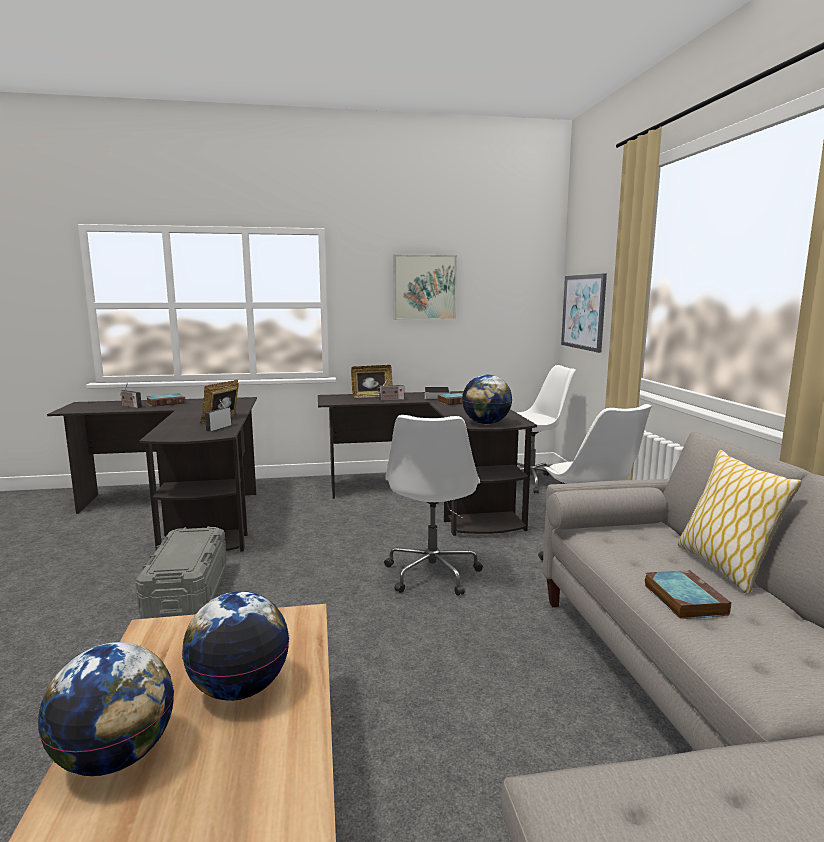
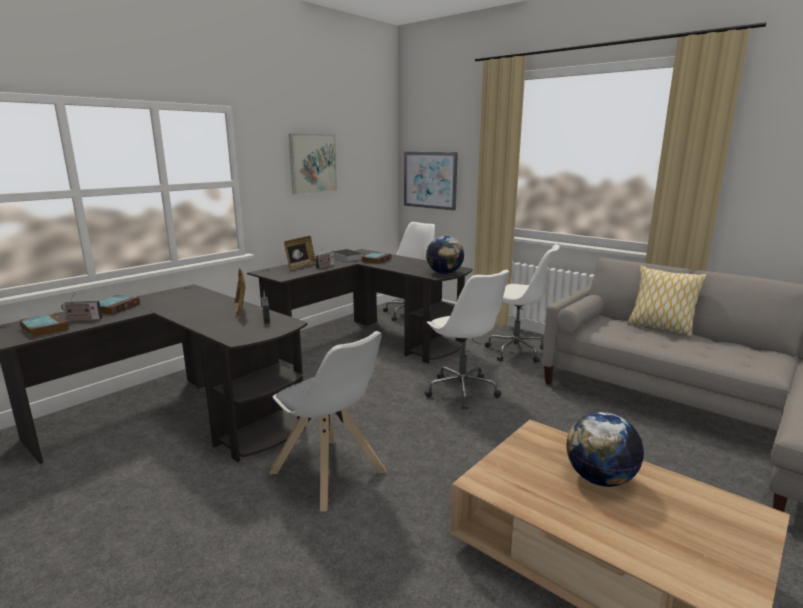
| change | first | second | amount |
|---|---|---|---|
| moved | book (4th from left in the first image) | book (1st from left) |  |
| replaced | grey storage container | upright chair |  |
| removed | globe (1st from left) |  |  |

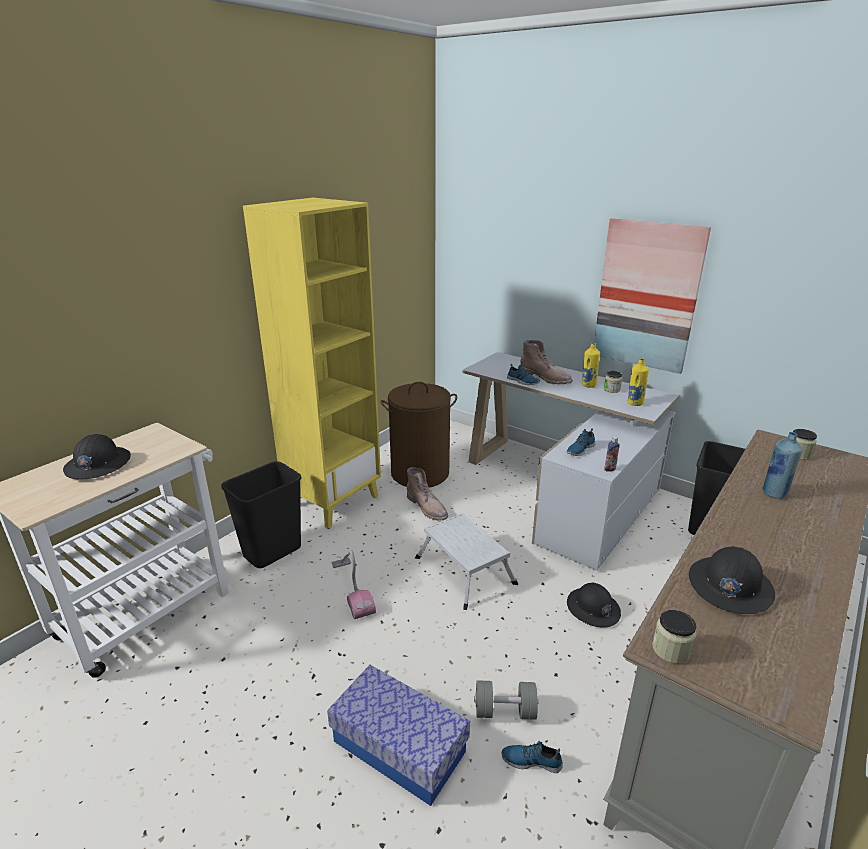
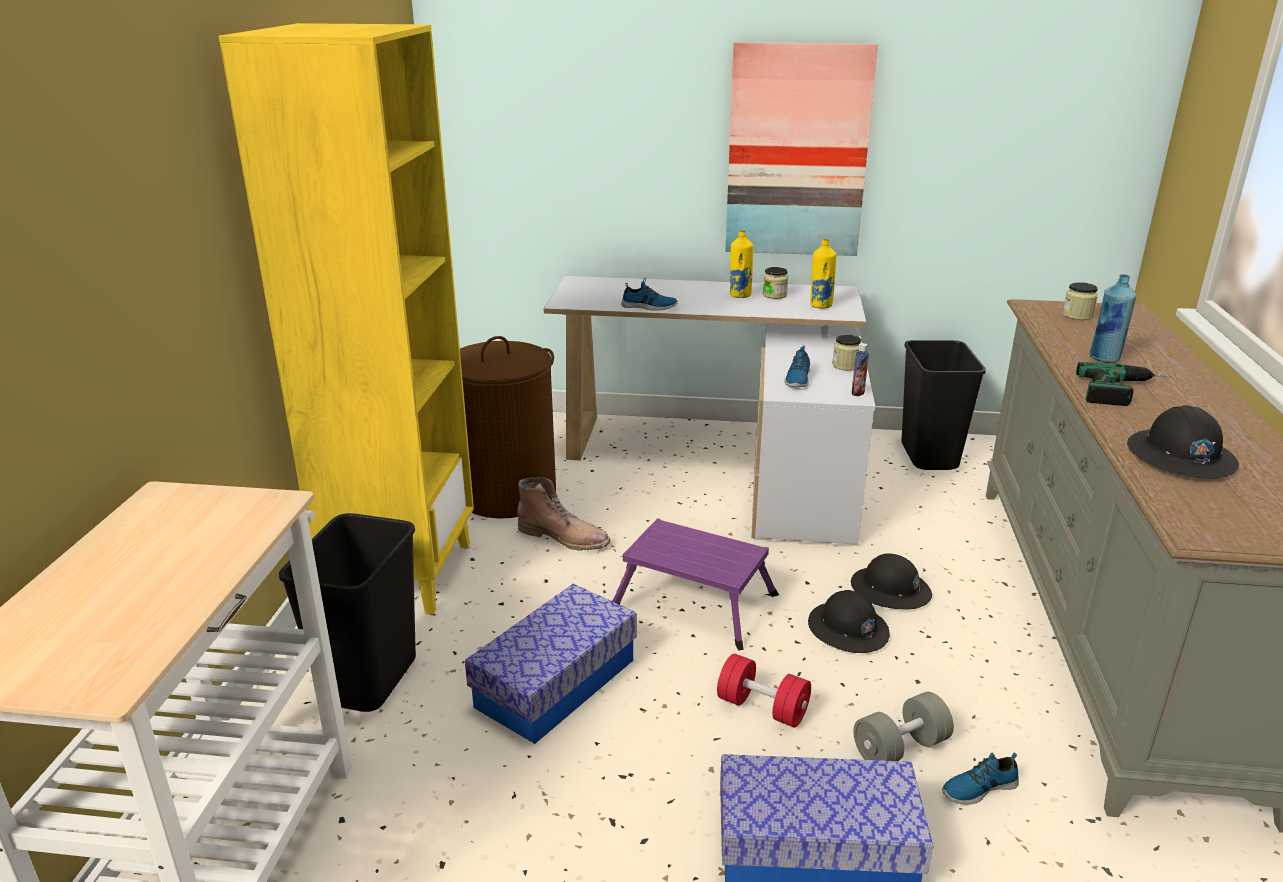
| change | first | second | amount |
|---|---|---|---|
| replaced | hoover | storage container (1st from left) |  |
| recoloured | white stepladder | purple-coloured stepladder |  |
| added |  | red dumbbell |  |
| moved | black safety helmet (1st from left) |  |  |
| moved | jar (2nd from left) |  |  |
| added |  | electric drill |  |
| removed | brown-coloured boot (2nd from left) |  |  |

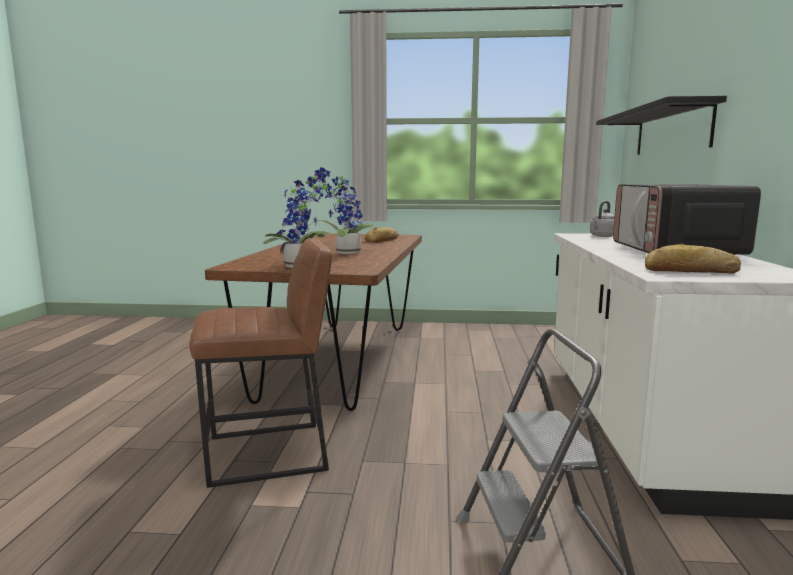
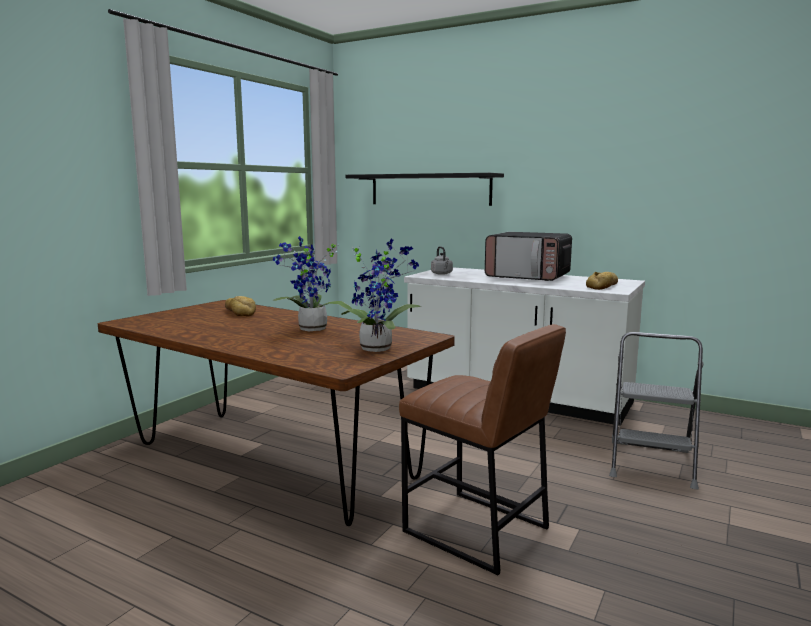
| change | first | second | amount |
|---|---|---|---|
| turned | brown-coloured upright chair |  | 120 degrees clockwise |

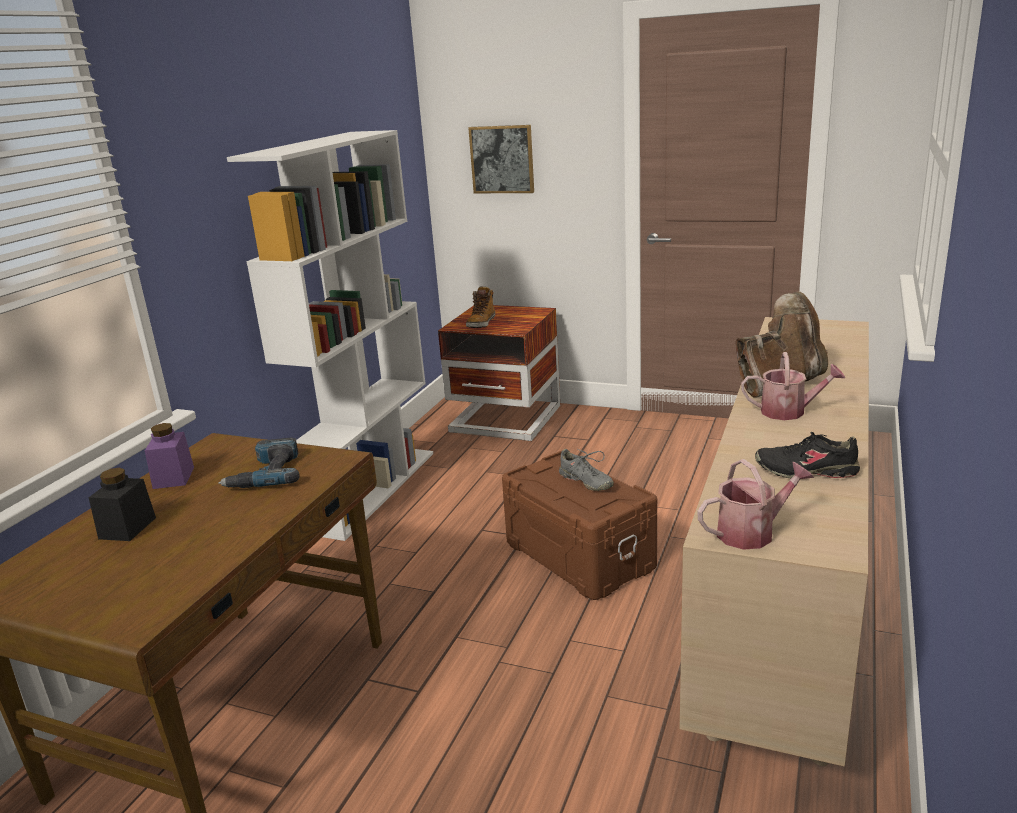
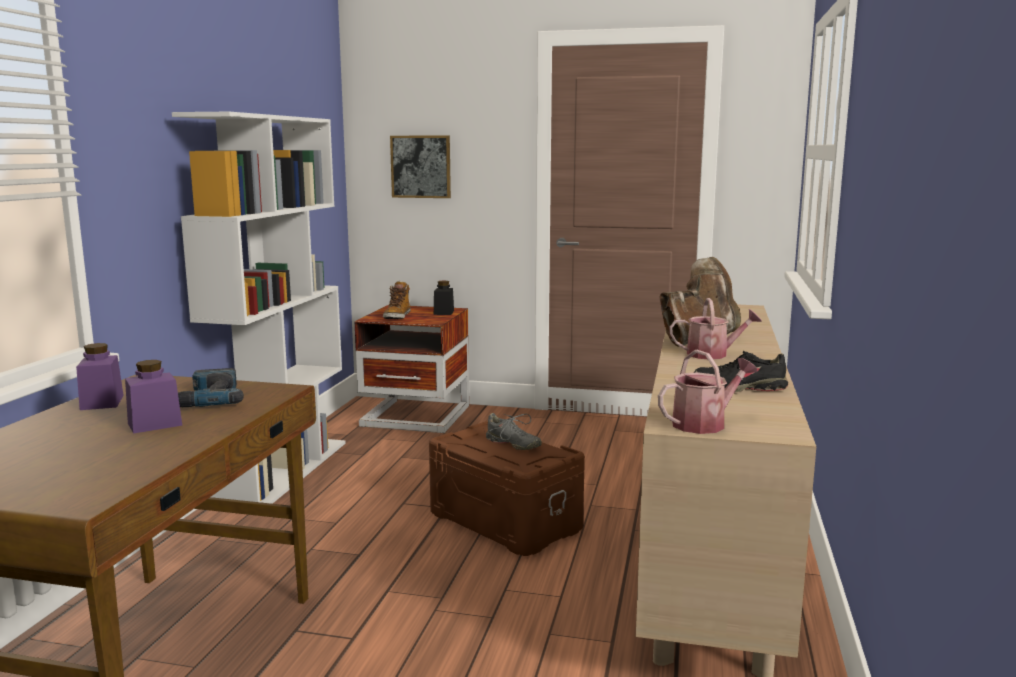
| change | first | second | amount |
|---|---|---|---|
| added |  | purple-coloured jar (2nd from left) |  |
| moved | black jar |  |  |

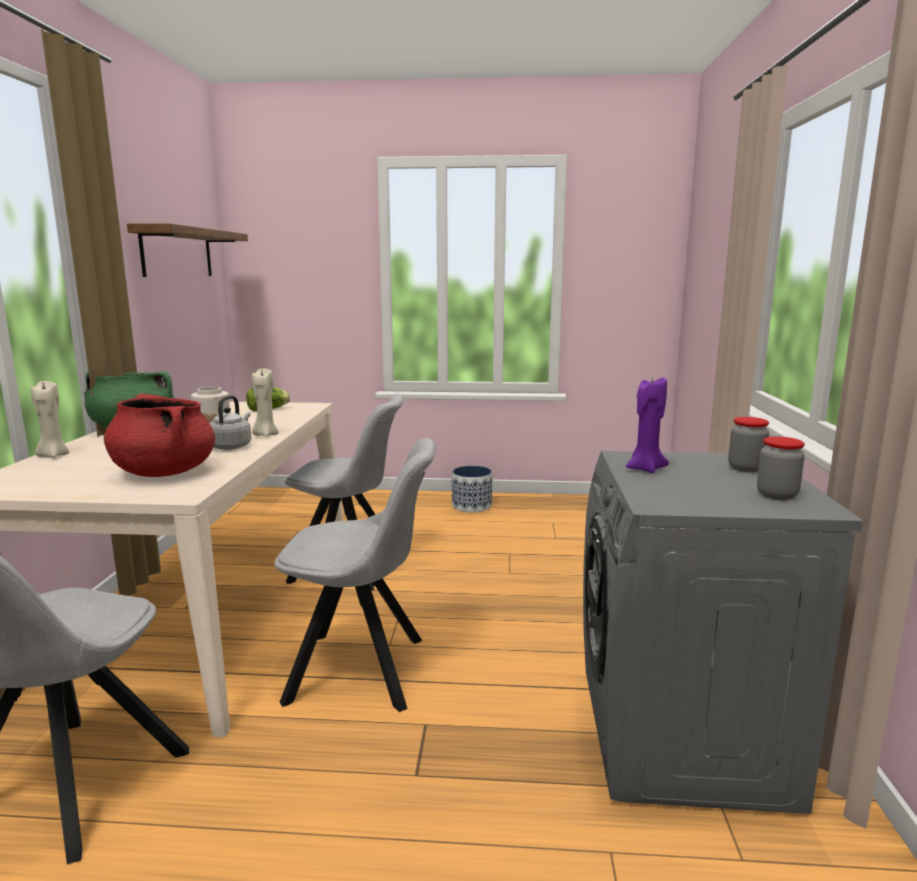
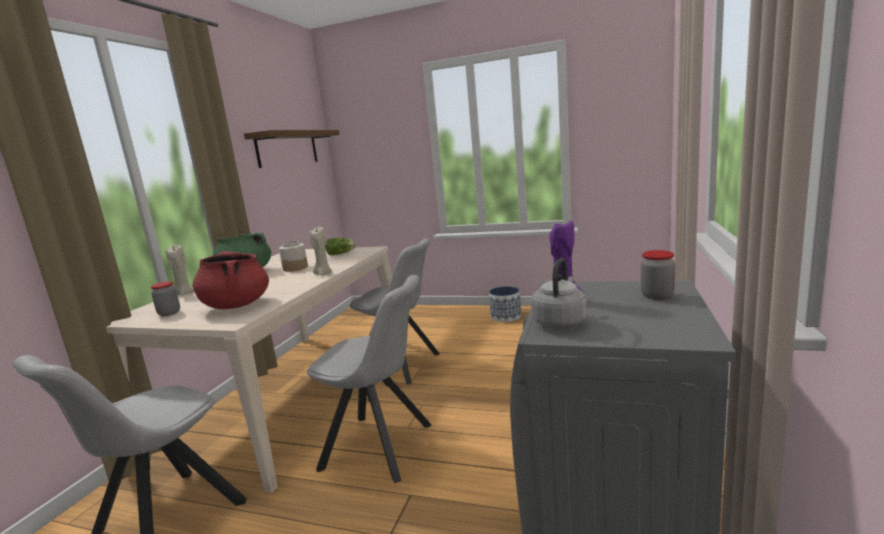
| change | first | second | amount |
|---|---|---|---|
| moved | jar (3rd from left in the first image) | jar (1st from left) |  |
| moved | grey water kettle |  |  |

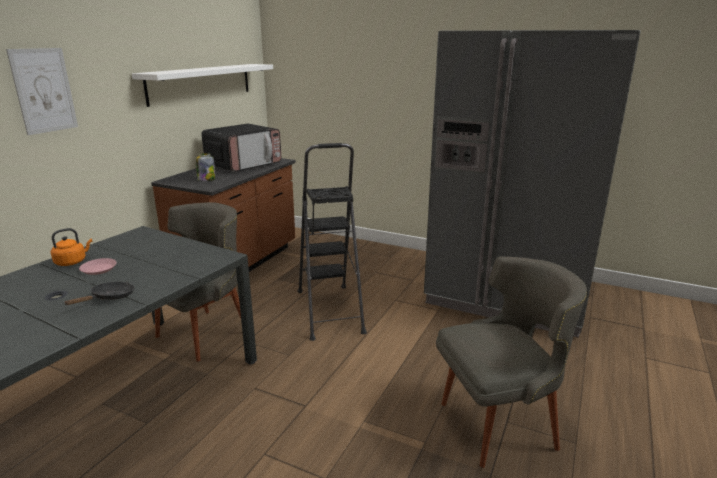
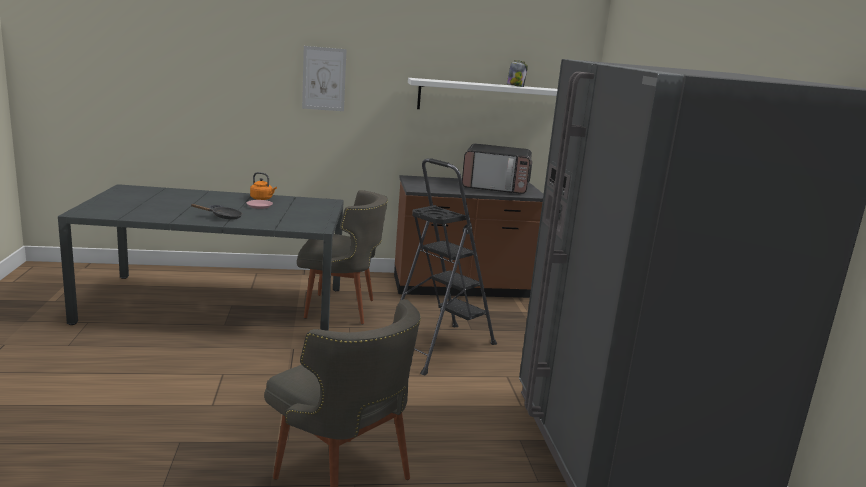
| change | first | second | amount |
|---|---|---|---|
| moved | jar |  |  |

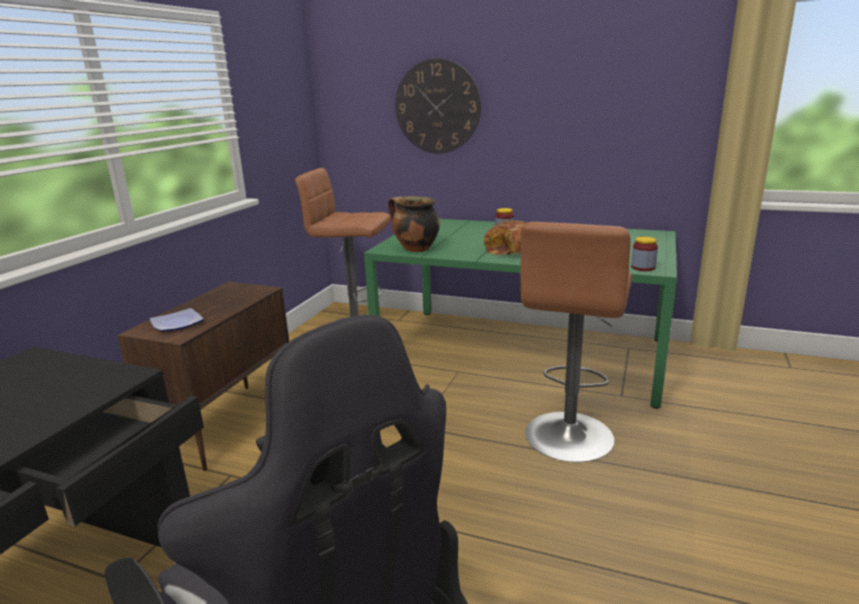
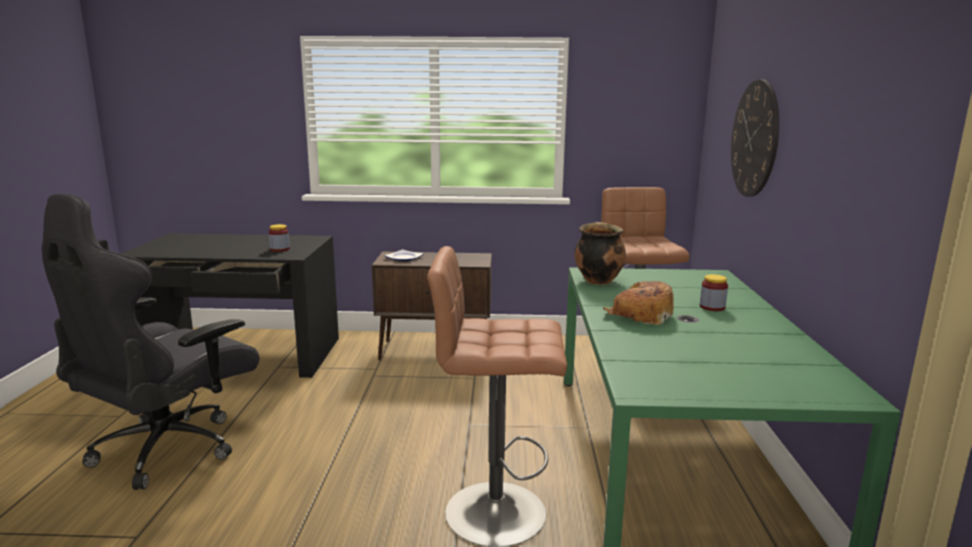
| change | first | second | amount |
|---|---|---|---|
| moved | jar (2nd from left in the first image) | jar (1st from left) |  |

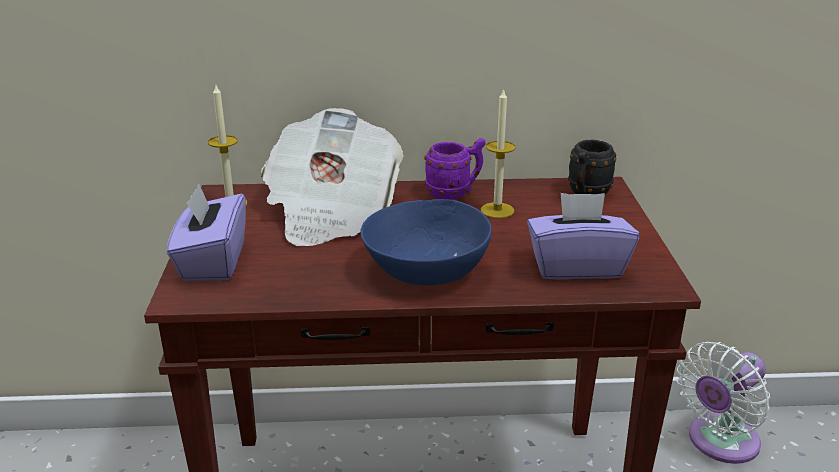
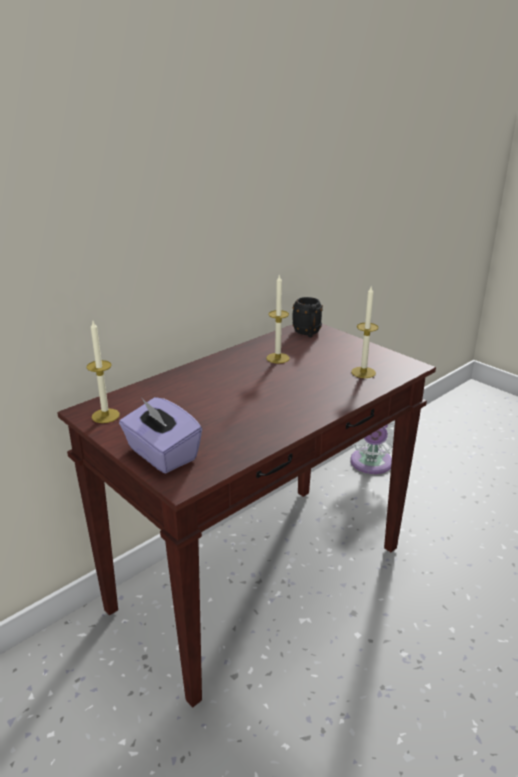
| change | first | second | amount |
|---|---|---|---|
| replaced | purple-coloured box of tissues (2nd from left) | wax light (3rd from left) |  |
| removed | printed paper |  |  |
| removed | blue deep dish |  |  |
| removed | purple-coloured coffee mug |  |  |

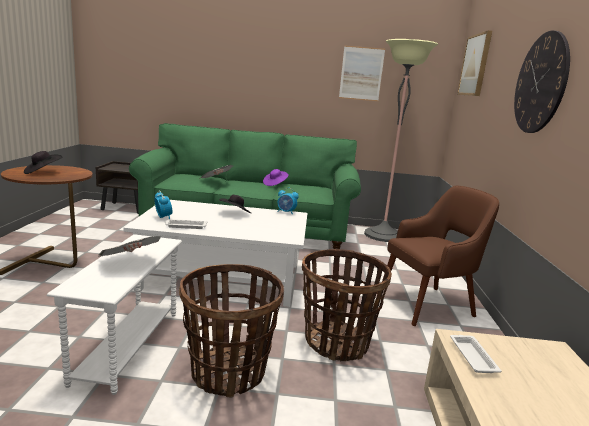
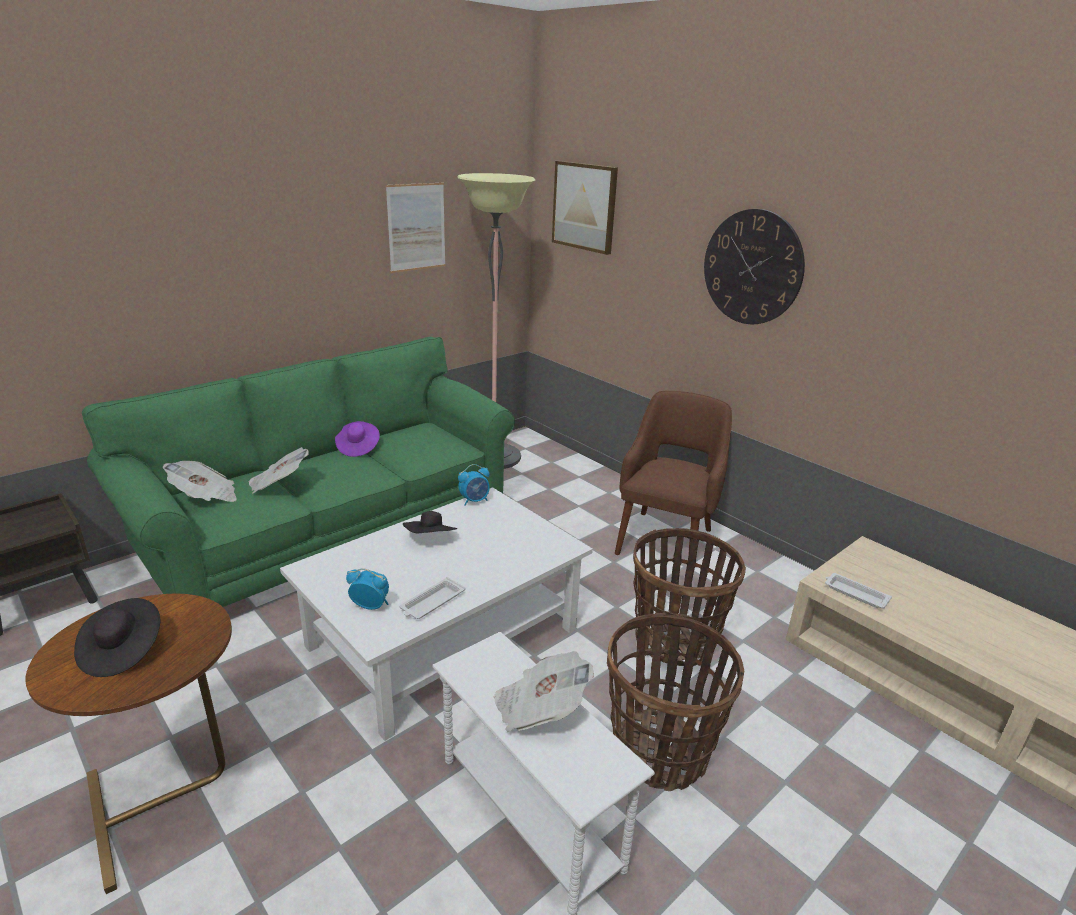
| change | first | second | amount |
|---|---|---|---|
| added |  | printed paper (1st from left) |  |

